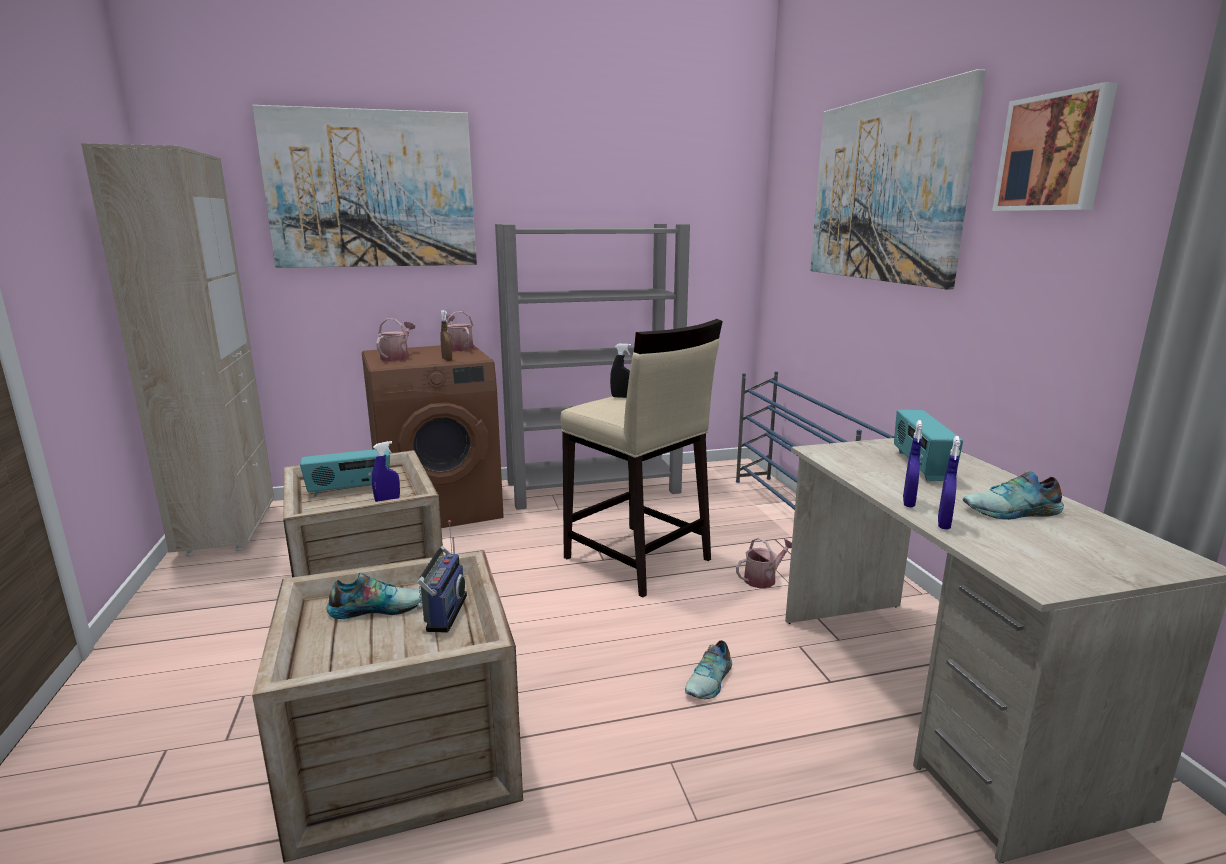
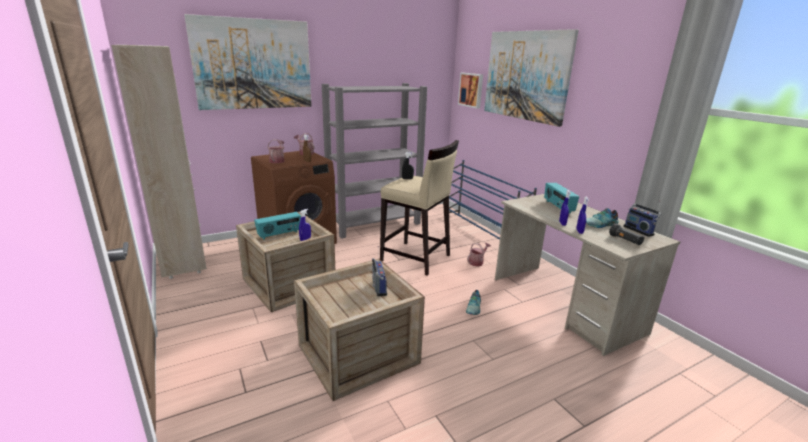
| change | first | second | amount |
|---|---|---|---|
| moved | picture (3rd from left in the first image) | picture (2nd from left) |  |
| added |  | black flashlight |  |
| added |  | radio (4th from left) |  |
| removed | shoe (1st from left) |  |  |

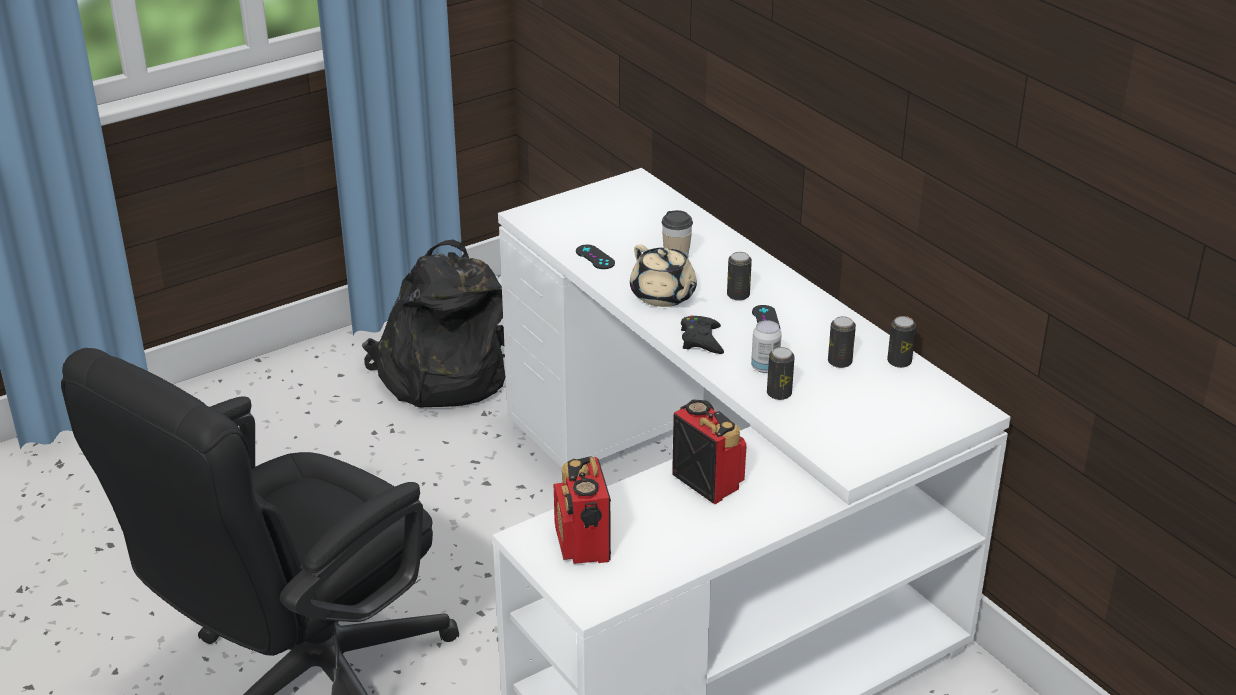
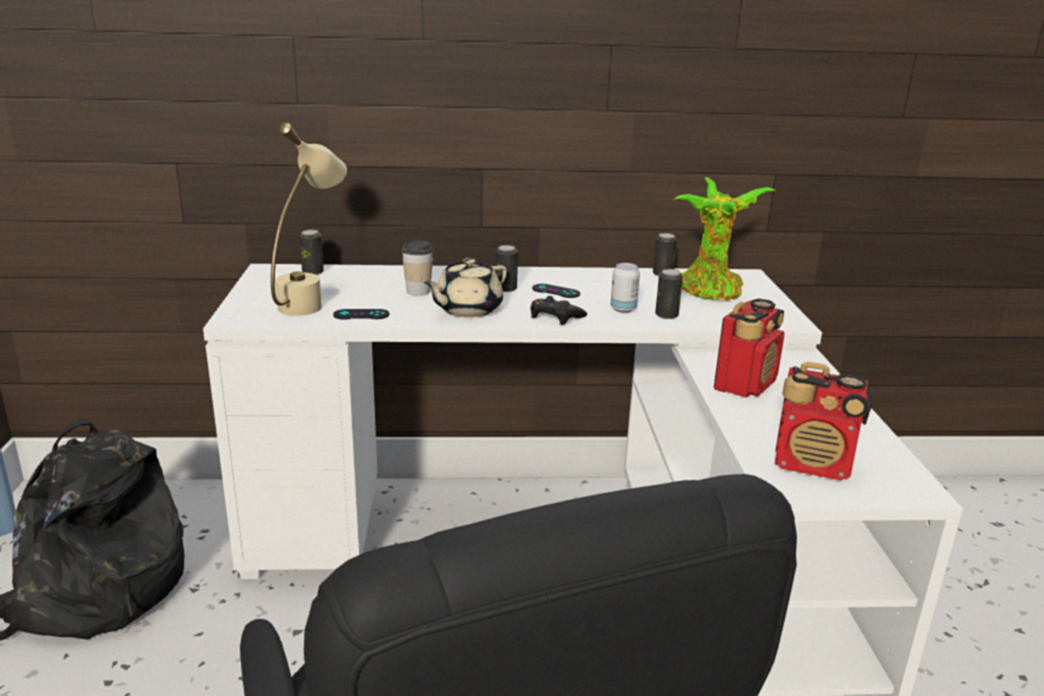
| change | first | second | amount |
|---|---|---|---|
| added |  | sand-coloured tabletop lamp |  |
| moved | sealed can (4th from left in the first image) | sealed can (1st from left) |  |
| turned | sand-coloured tea pot |  | 135 degrees clockwise |
| added |  | plant in a pot |  |
| turned | radio (2nd from left in the first image) | radio (1st from left) | 135 degrees clockwise |

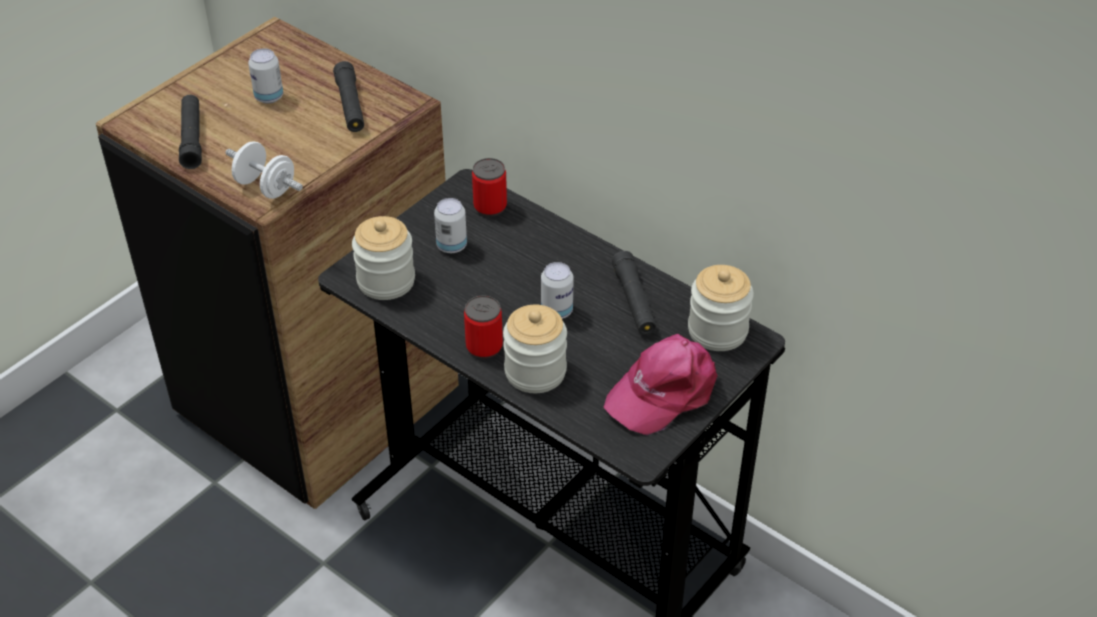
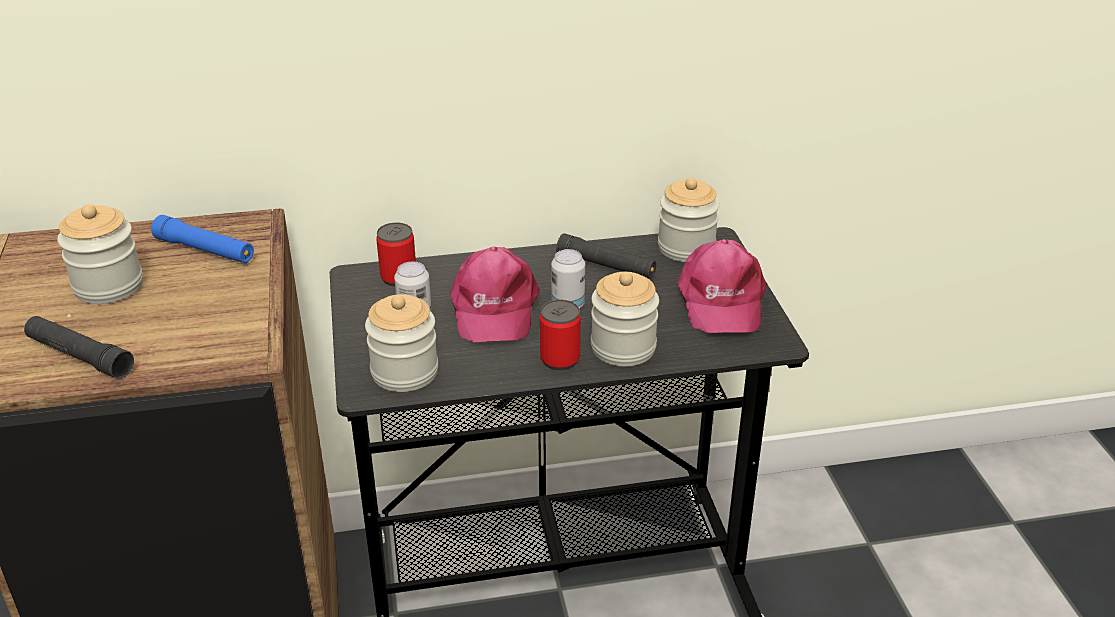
| change | first | second | amount |
|---|---|---|---|
| replaced | sealed can (1st from left) | jar (1st from left) |  |
| recoloured | black flashlight (2nd from left) | blue flashlight |  |
| added |  | pink-coloured peaked cap (1st from left) |  |
| removed | white dumbbell |  |  |

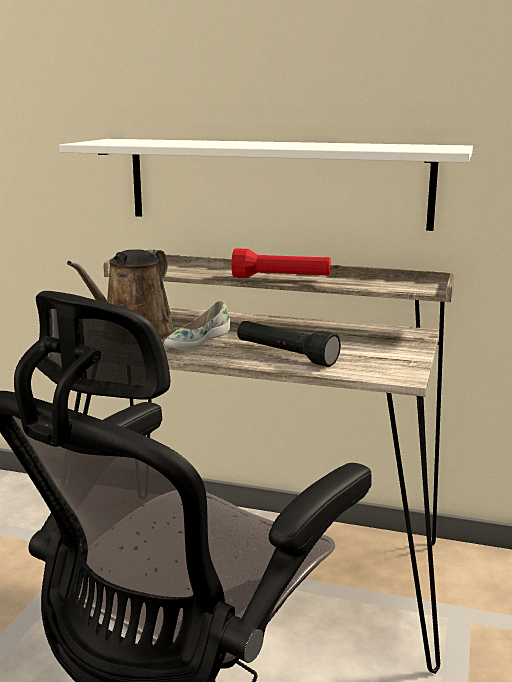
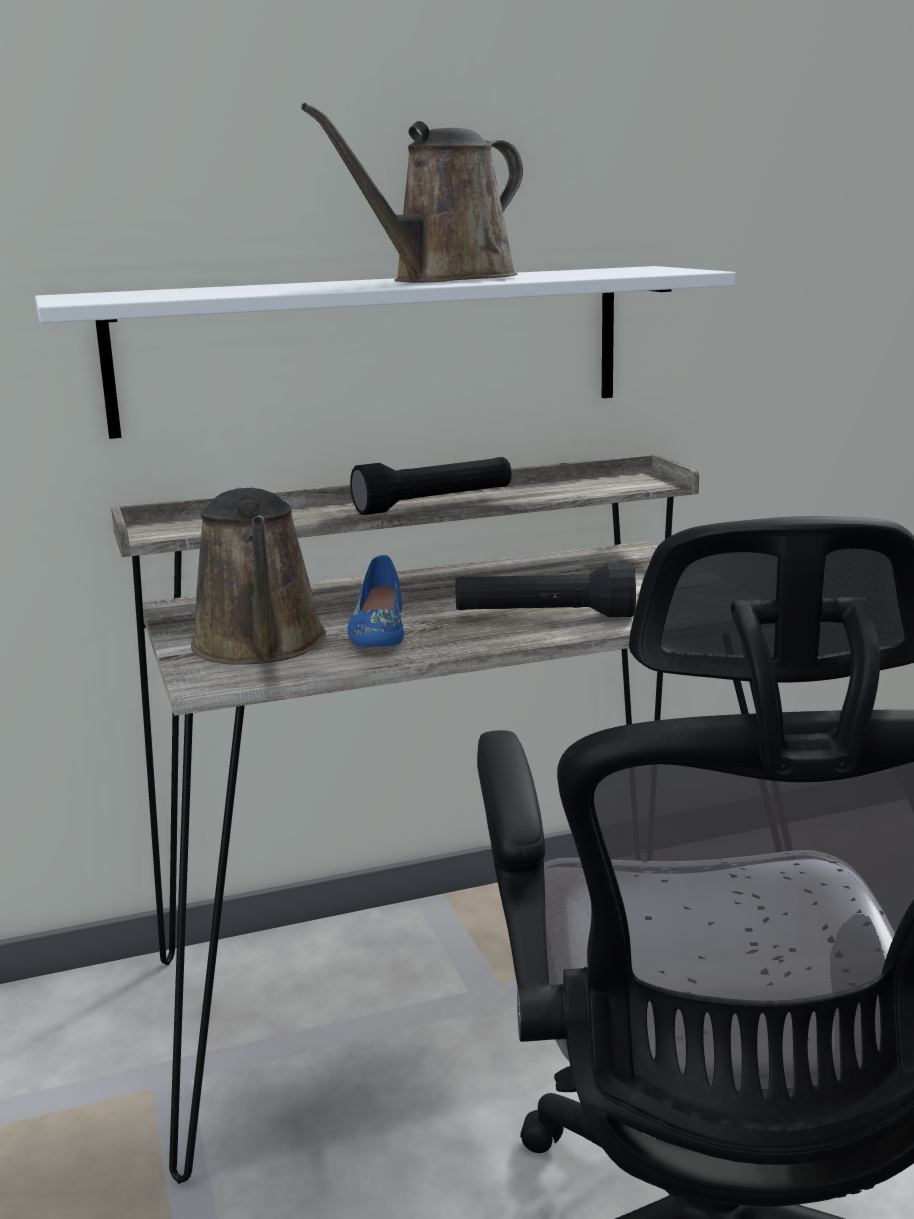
| change | first | second | amount |
|---|---|---|---|
| added |  | brown-coloured watering can (2nd from left) |  |
| recoloured | white shoe | blue shoe |  |
| recoloured | red flashlight | black flashlight (1st from left) |  |

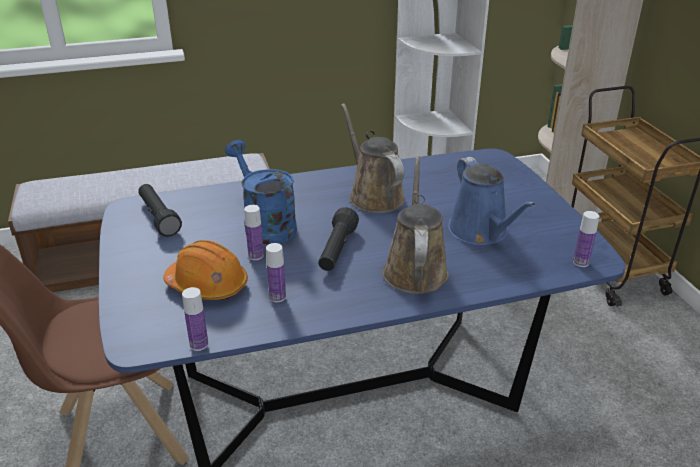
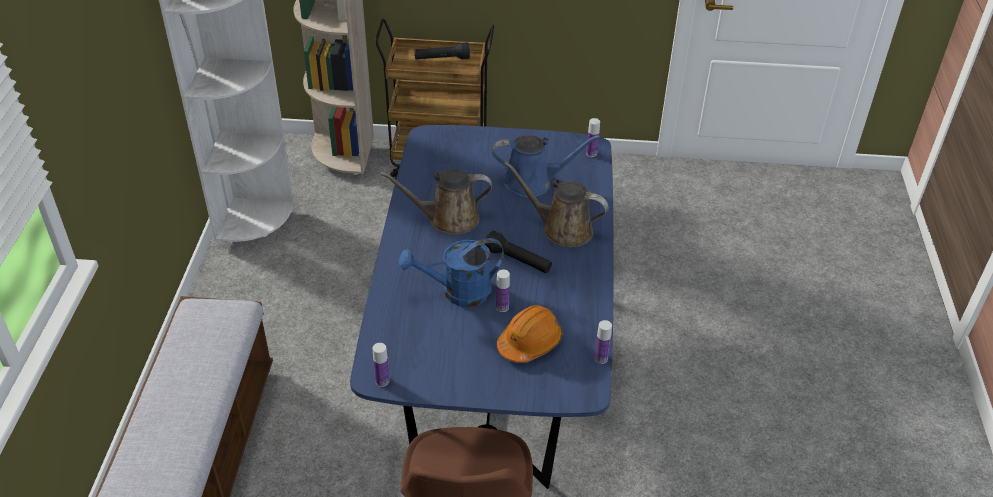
| change | first | second | amount |
|---|---|---|---|
| moved | drink bottle (3rd from left in the first image) | drink bottle (1st from left) |  |
| moved | black flashlight (1st from left) |  |  |

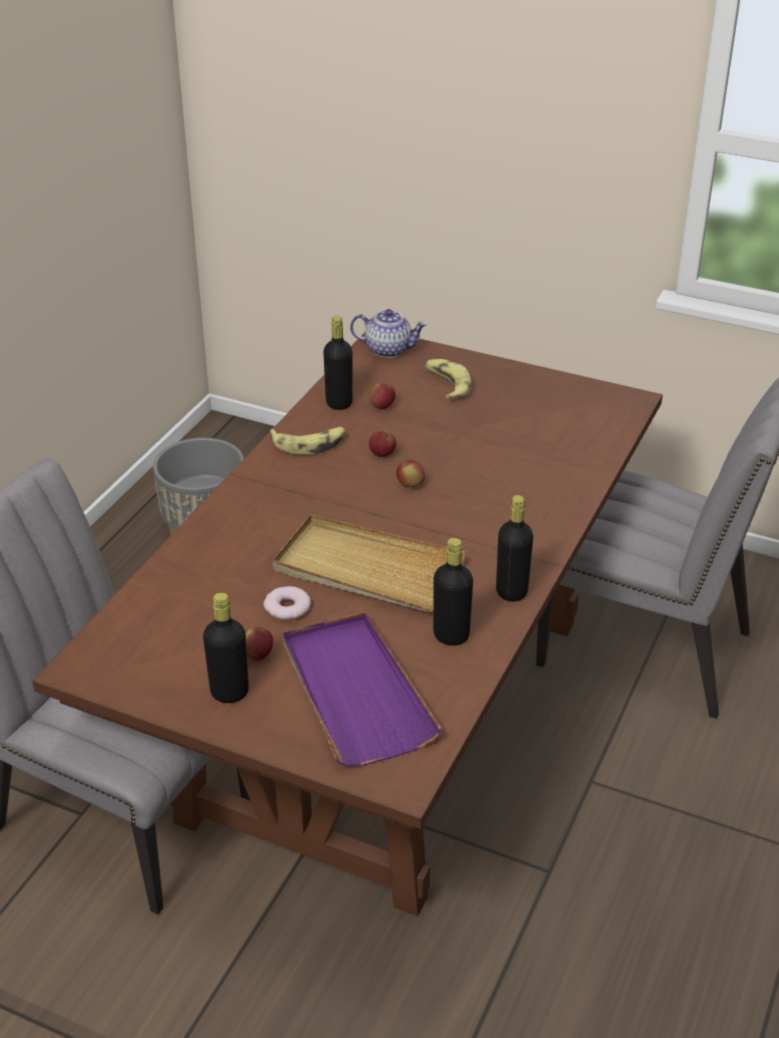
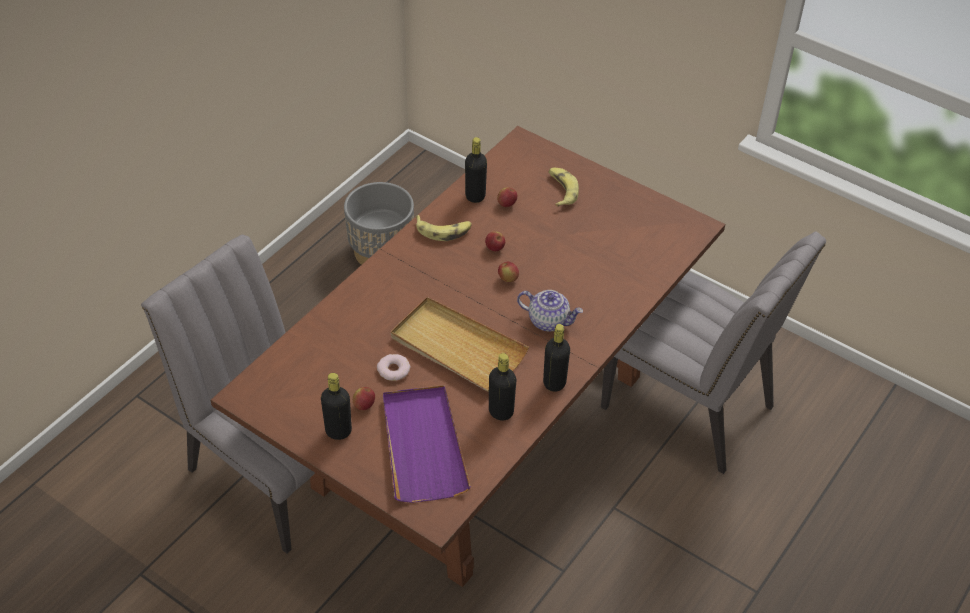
| change | first | second | amount |
|---|---|---|---|
| moved | tea pot |  |  |

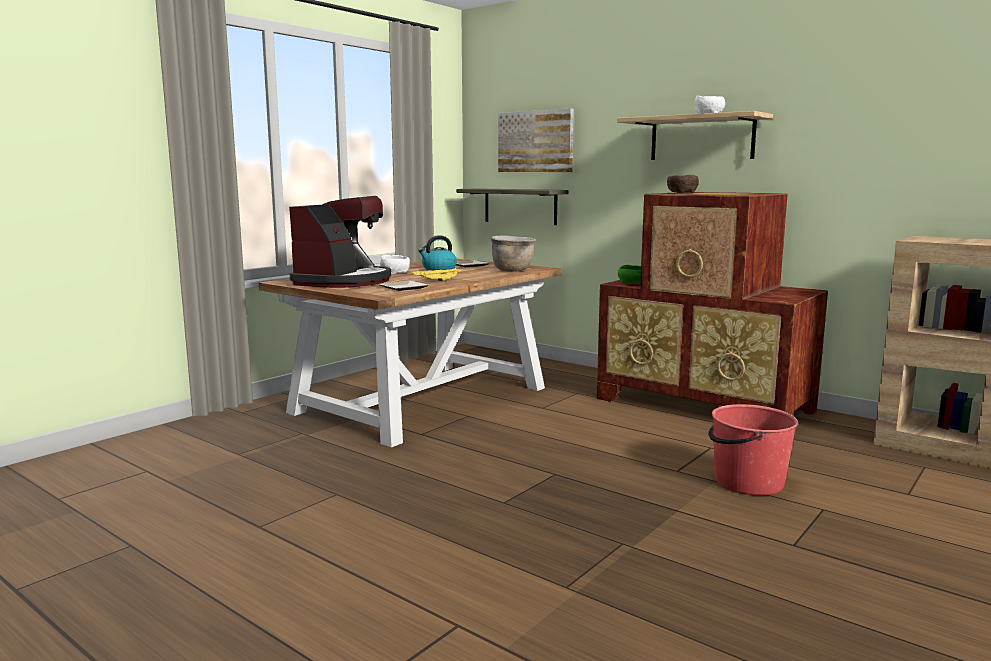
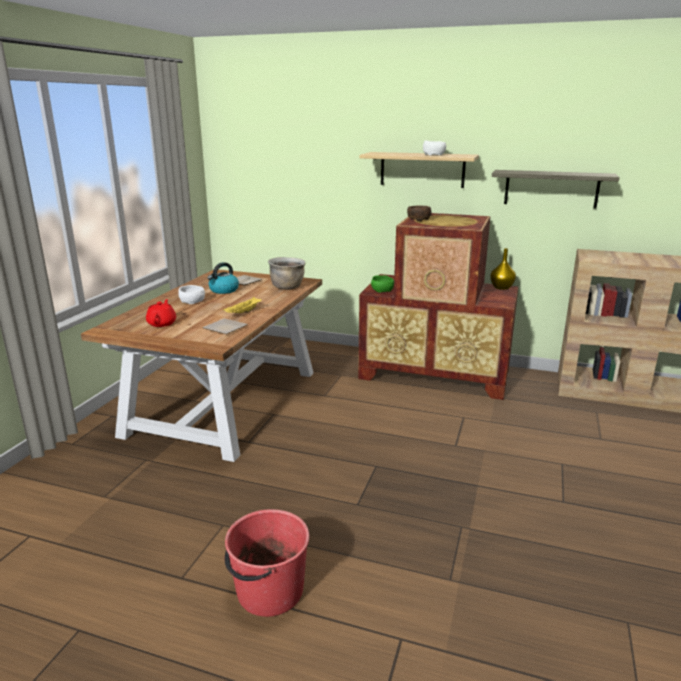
| change | first | second | amount |
|---|---|---|---|
| replaced | coffee maker | red tea pot |  |
| moved | red pail |  |  |
| added |  | yellow flower vase |  |
| moved | shelf (1st from left in the first image) | shelf (2nd from left) |  |
| removed | picture |  |  |

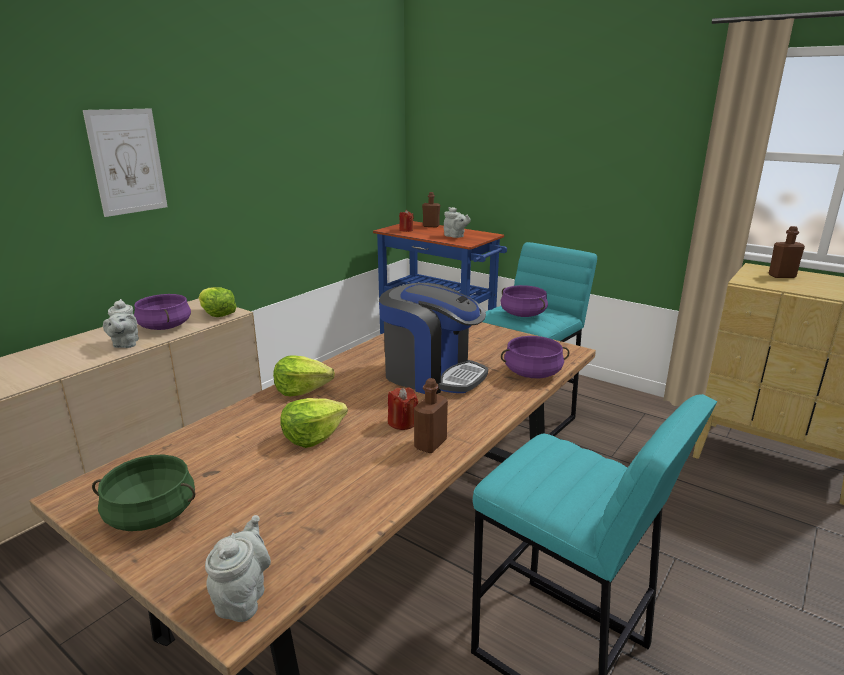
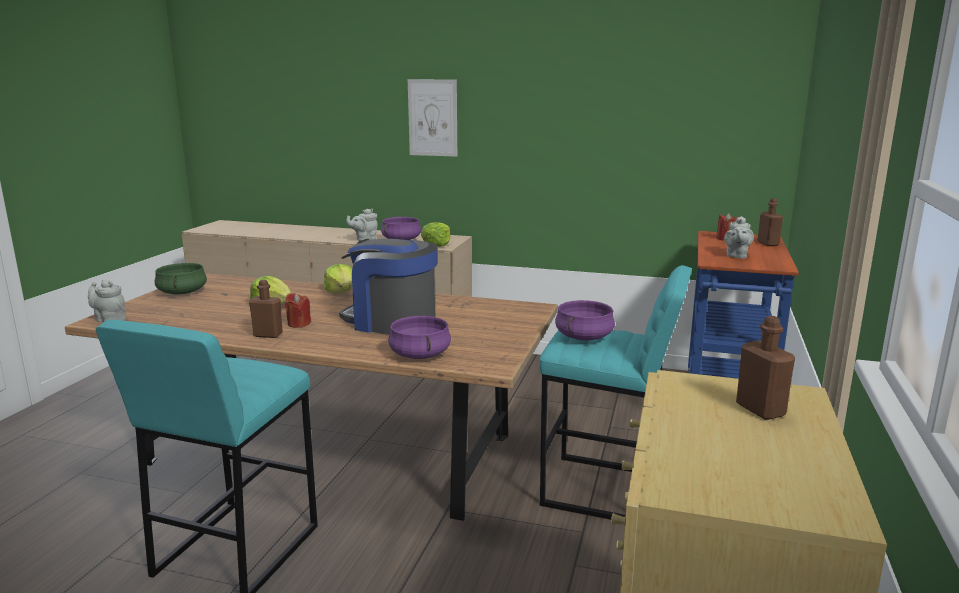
| change | first | second | amount |
|---|---|---|---|
| turned | grey tea pot (2nd from left in the first image) | grey tea pot (1st from left) | 135 degrees counterclockwise |
| turned | coffee maker |  | 105 degrees clockwise |

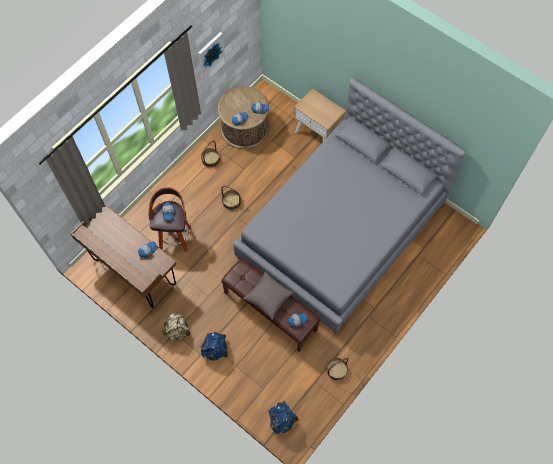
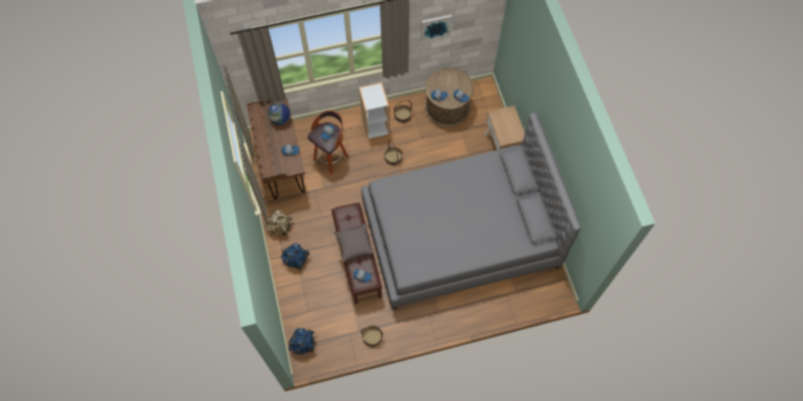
| change | first | second | amount |
|---|---|---|---|
| added |  | globe |  |
| added |  | shelving unit |  |

